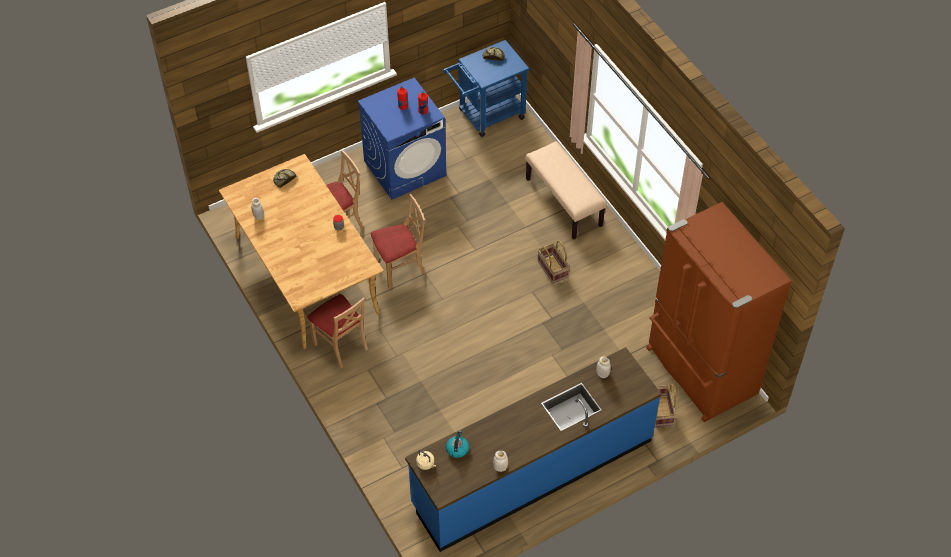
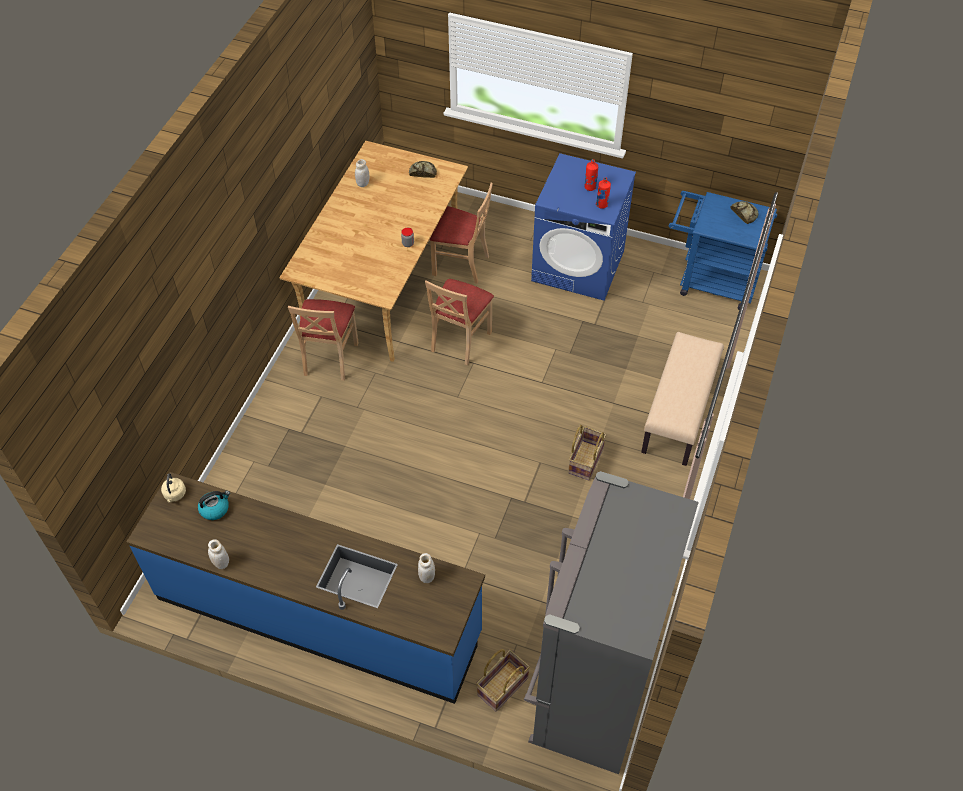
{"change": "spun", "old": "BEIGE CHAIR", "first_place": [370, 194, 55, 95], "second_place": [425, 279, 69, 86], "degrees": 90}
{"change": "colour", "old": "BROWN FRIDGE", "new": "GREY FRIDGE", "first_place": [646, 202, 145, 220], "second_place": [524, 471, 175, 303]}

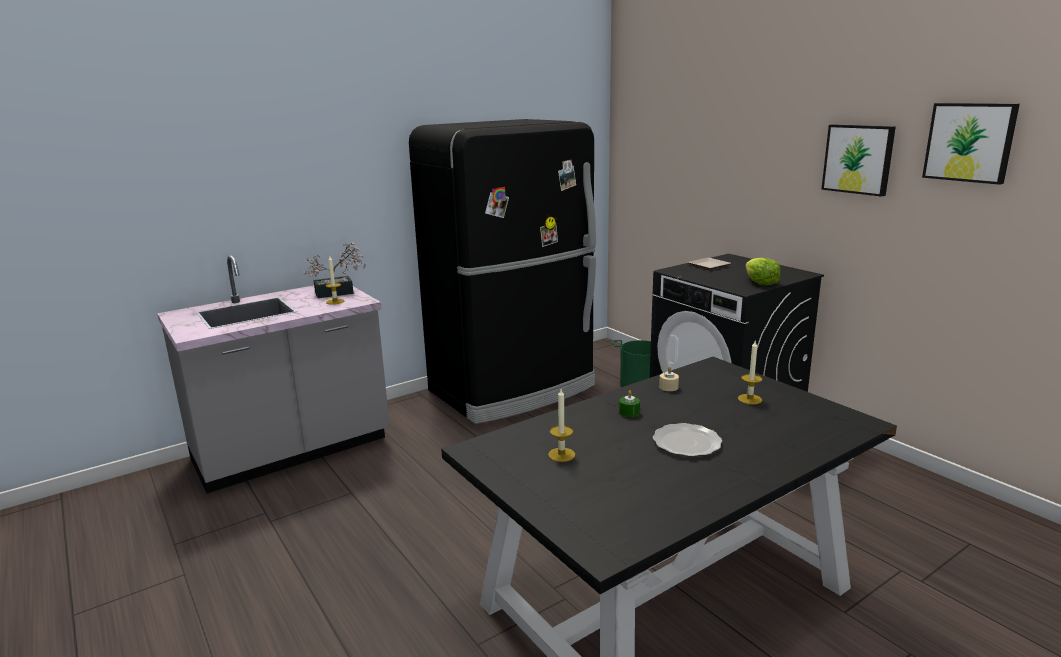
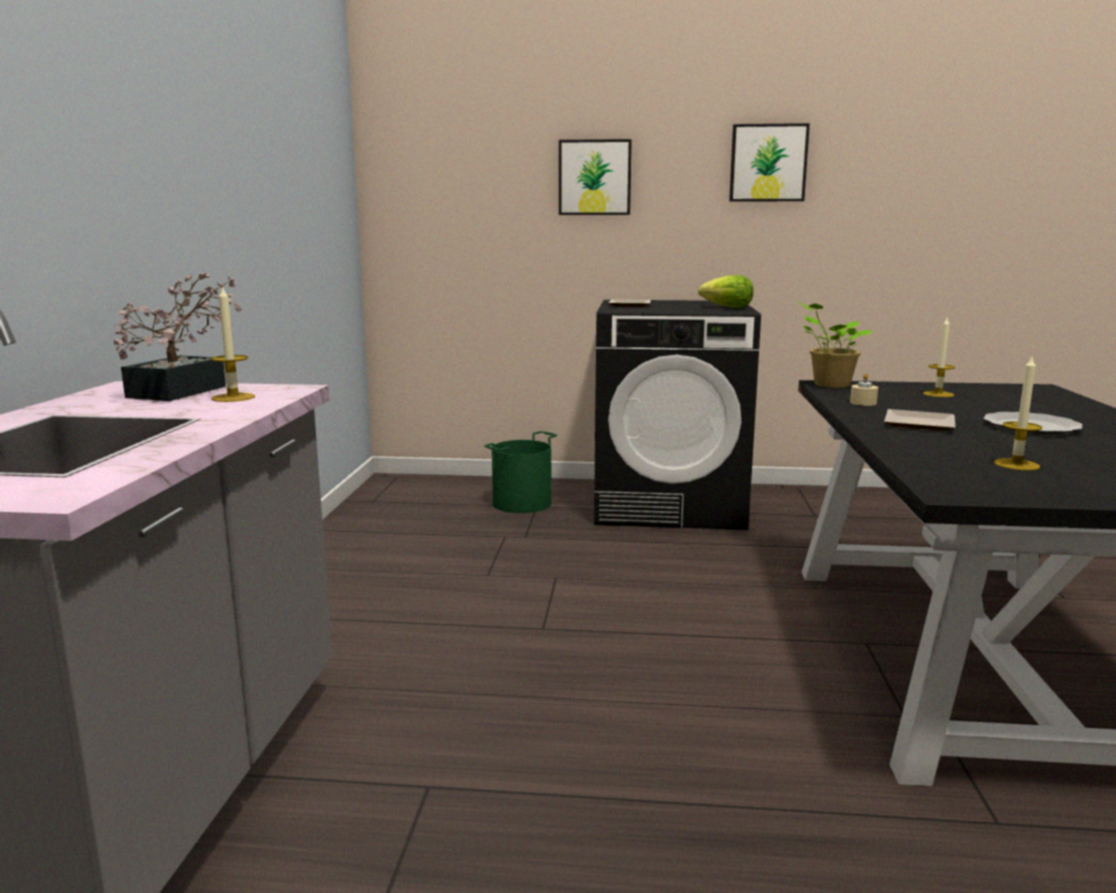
{"change": "relocated", "old": "PICTURE", "first_place": [922, 103, 98, 82], "second_place": [559, 139, 73, 76]}
{"change": "appeared", "new": "POTTED PLANT", "second_place": [796, 301, 76, 87]}
{"change": "exchanged", "old": "GREEN CANDLE", "new": "PLATE", "first_place": [619, 390, 21, 27], "second_place": [884, 409, 72, 22]}
{"change": "missing", "old": "BLACK FRIDGE", "first_place": [409, 119, 187, 305]}

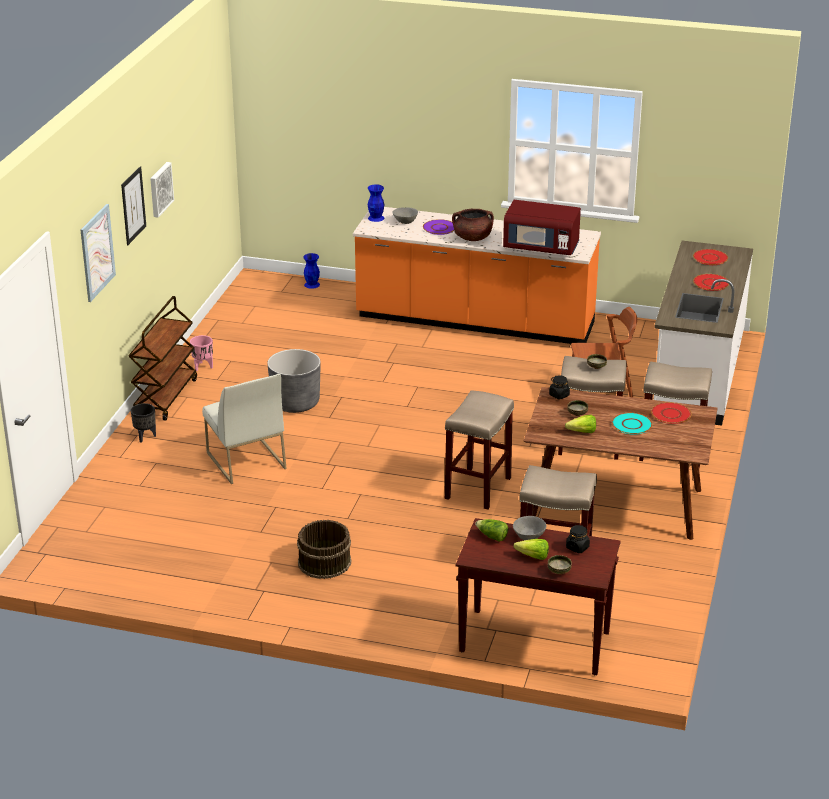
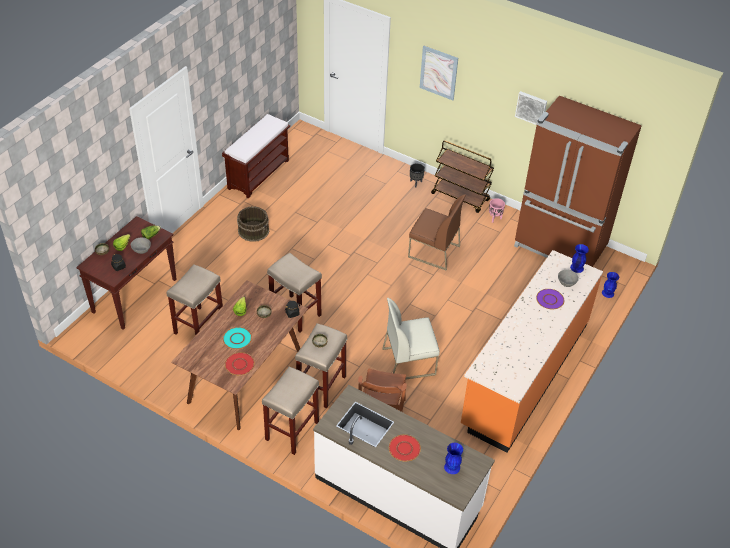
{"change": "appeared", "new": "BROWN BENCH", "second_place": [222, 114, 68, 85]}
{"change": "relocated", "old": "WHITE CHAIR", "first_place": [202, 374, 85, 110], "second_place": [382, 298, 58, 82]}
{"change": "exchanged", "old": "GREY PLANTER", "new": "BROWN CHAIR", "first_place": [267, 349, 54, 64], "second_place": [408, 195, 58, 75]}
{"change": "exchanged", "old": "RED PLATE", "new": "BLUE VASE", "first_place": [693, 249, 35, 16], "second_place": [444, 443, 19, 31]}
{"change": "appeared", "new": "BROWN FRIDGE", "second_place": [514, 96, 128, 171]}
{"change": "missing", "old": "PICTURE", "first_place": [121, 167, 25, 78]}
{"change": "missing", "old": "BROWN COOKING POT", "first_place": [452, 209, 42, 32]}
{"change": "missing", "old": "RED MICROWAVE", "first_place": [503, 200, 78, 55]}

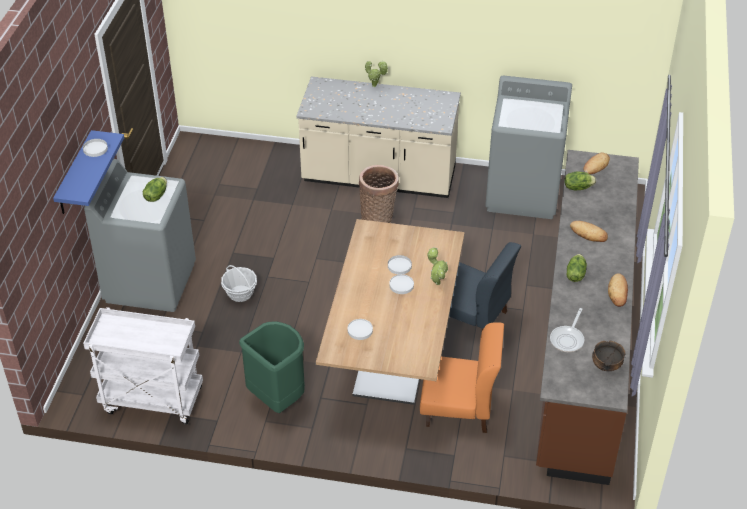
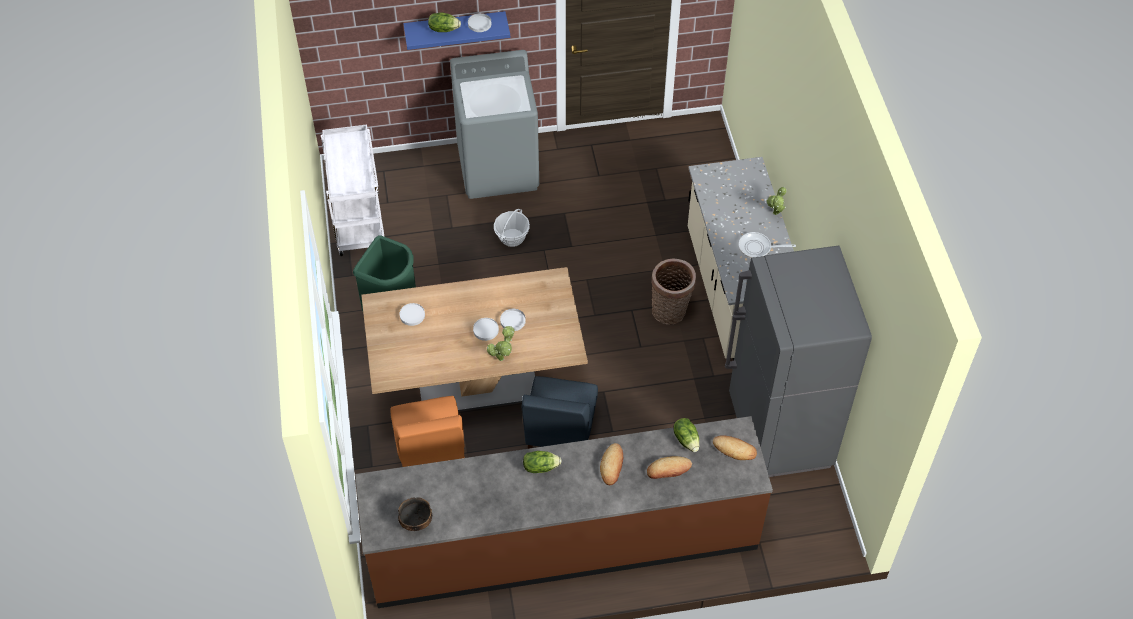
{"change": "relocated", "old": "LETTUCE", "first_place": [143, 177, 24, 25], "second_place": [428, 12, 33, 20]}
{"change": "relocated", "old": "BREAD", "first_place": [608, 273, 20, 34], "second_place": [647, 456, 45, 23]}
{"change": "exchanged", "old": "GREY WASHING MACHINE", "new": "GREY FRIDGE", "first_place": [485, 76, 87, 143], "second_place": [725, 245, 147, 232]}
{"change": "relocated", "old": "FRYING PAN", "first_place": [550, 308, 34, 44], "second_place": [739, 232, 57, 26]}

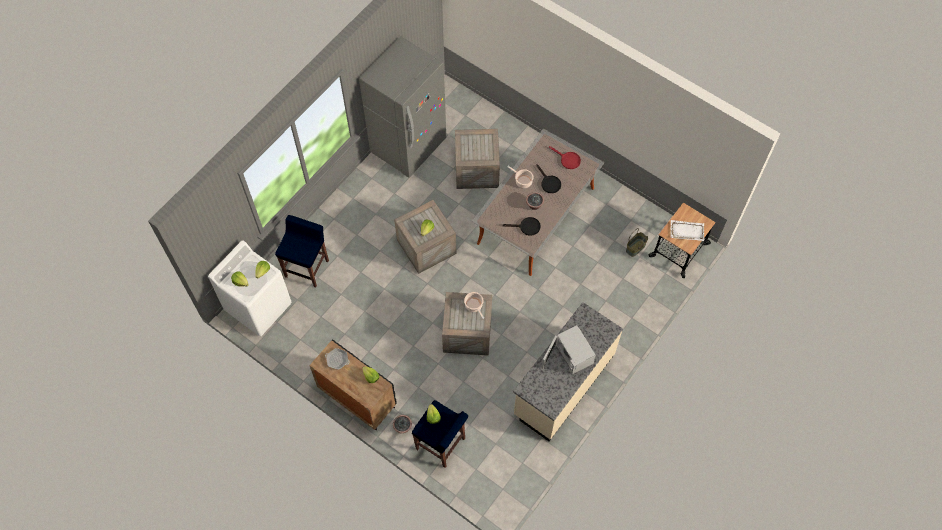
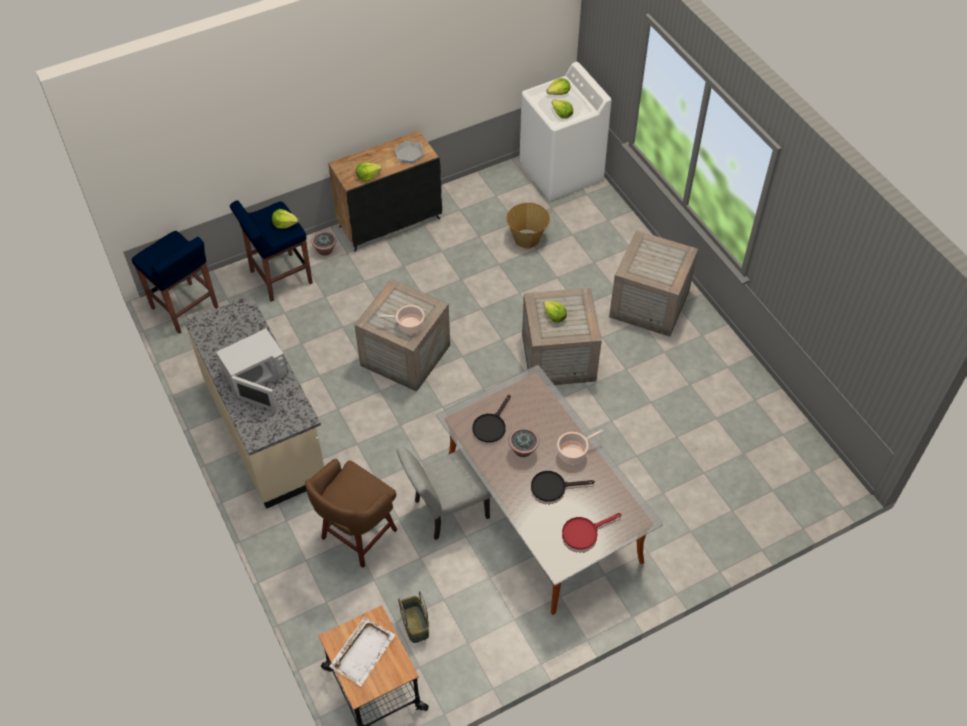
{"change": "relocated", "old": "BLUE STOOL", "first_place": [275, 215, 54, 73], "second_place": [131, 231, 87, 103]}
{"change": "spun", "old": "WHITE MICROWAVE", "first_place": [541, 325, 55, 49], "second_place": [216, 328, 72, 84], "degrees": 150}
{"change": "appeared", "new": "BROWN STOOL", "second_place": [305, 459, 92, 109]}
{"change": "appeared", "new": "GREY CHAIR", "second_place": [397, 447, 95, 93]}
{"change": "appeared", "new": "BASKET", "second_place": [507, 203, 43, 45]}
{"change": "relocated", "old": "CRATE", "first_place": [455, 129, 45, 60], "second_place": [609, 230, 89, 107]}
{"change": "missing", "old": "GREY FRIDGE", "first_place": [359, 36, 87, 142]}

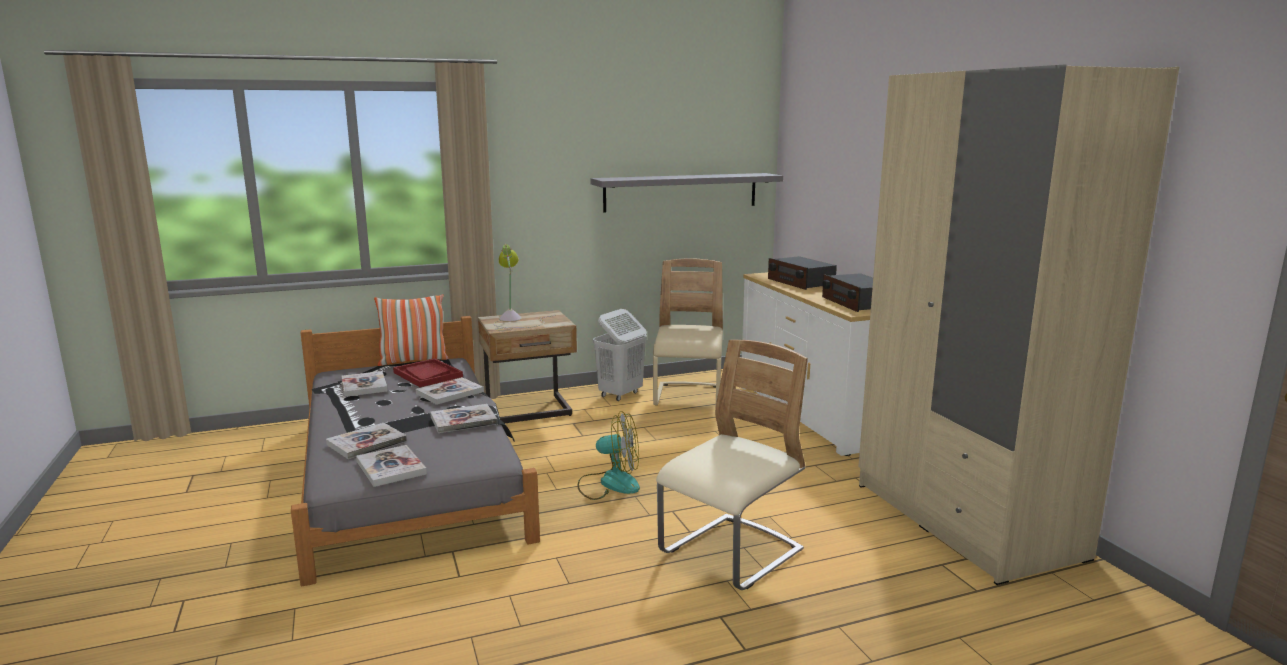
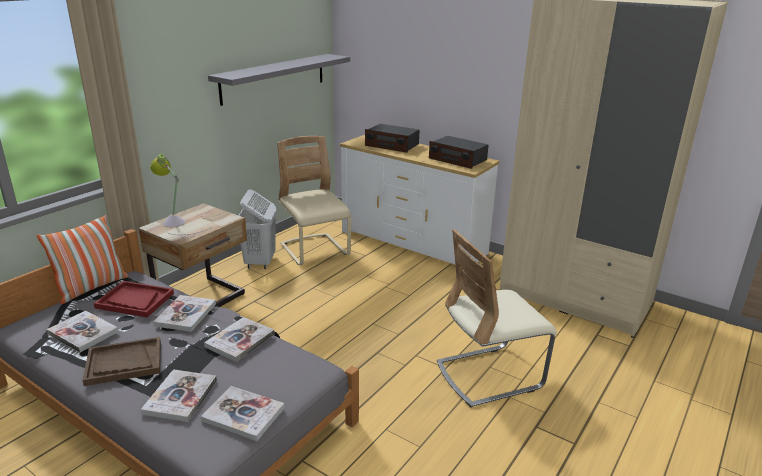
{"change": "appeared", "new": "BROWN TRAY", "second_place": [82, 337, 79, 49]}
{"change": "spun", "old": "BEIGE CHAIR", "first_place": [656, 340, 152, 250], "second_place": [437, 229, 120, 179], "degrees": -120}
{"change": "missing", "old": "FAN", "first_place": [577, 411, 63, 89]}

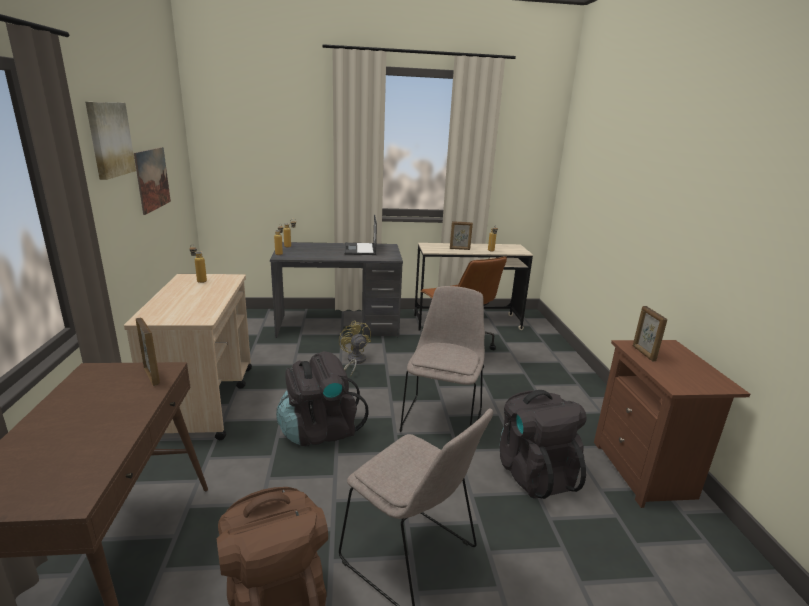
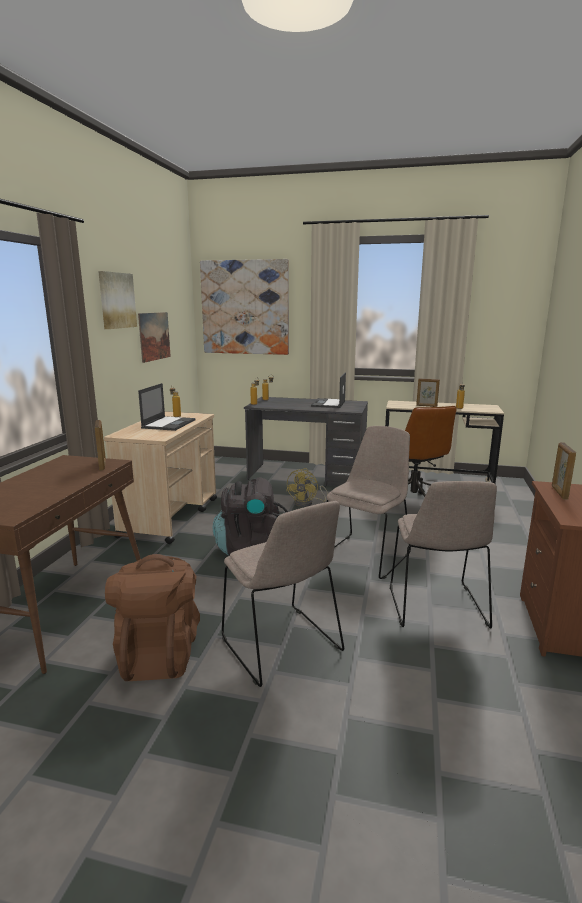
{"change": "appeared", "new": "LAPTOP", "second_place": [138, 383, 57, 48]}
{"change": "appeared", "new": "PICTURE", "second_place": [200, 259, 89, 96]}
{"change": "spun", "old": "YELLOW FAN", "first_place": [339, 321, 32, 55], "second_place": [286, 468, 42, 39], "degrees": -150}
{"change": "exchanged", "old": "BLACK BACKPACK", "new": "BEIGE CHAIR", "first_place": [500, 390, 86, 109], "second_place": [390, 481, 107, 147]}

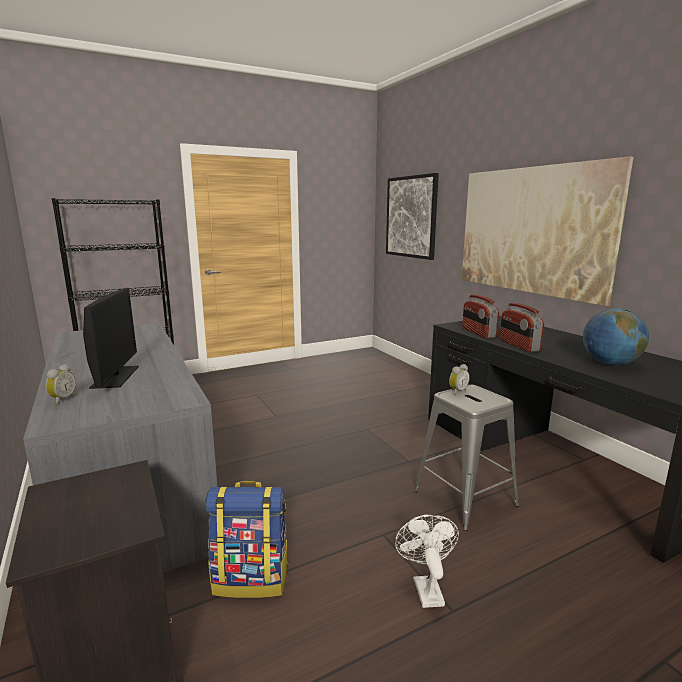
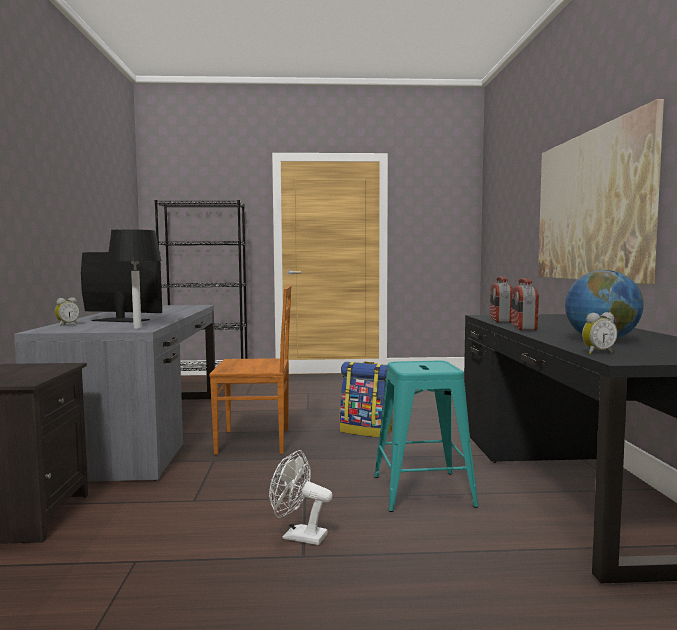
{"change": "spun", "old": "MONITOR", "first_place": [83, 288, 56, 101], "second_place": [81, 252, 81, 70], "degrees": -90}
{"change": "appeared", "new": "TABLE LAMP", "second_place": [107, 229, 55, 100]}
{"change": "appeared", "new": "BROWN CHAIR", "second_place": [209, 285, 82, 170]}
{"change": "spun", "old": "WHITE FAN", "first_place": [395, 515, 64, 93], "second_place": [269, 450, 64, 95], "degrees": -90}
{"change": "relocated", "old": "BACKPACK", "first_place": [205, 481, 84, 117], "second_place": [340, 362, 52, 76]}
{"change": "colour", "old": "GREY STOOL", "new": "TURQUOISE STOOL", "first_place": [414, 385, 105, 146], "second_place": [374, 361, 105, 151]}
{"change": "relocated", "old": "ALARM CLOCK", "first_place": [449, 364, 21, 30], "second_place": [582, 312, 35, 42]}
{"change": "missing", "old": "PICTURE", "first_place": [386, 173, 53, 87]}

